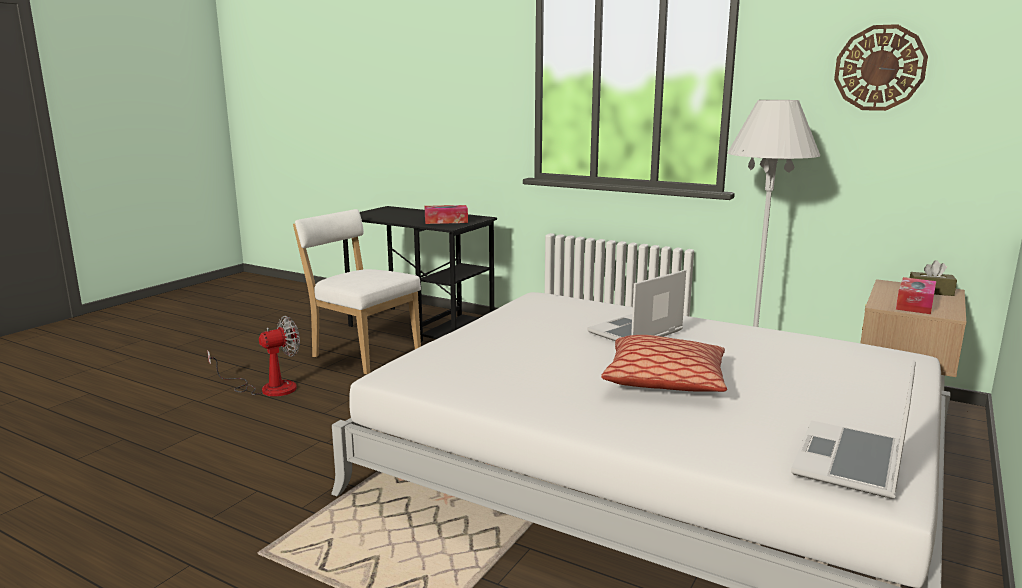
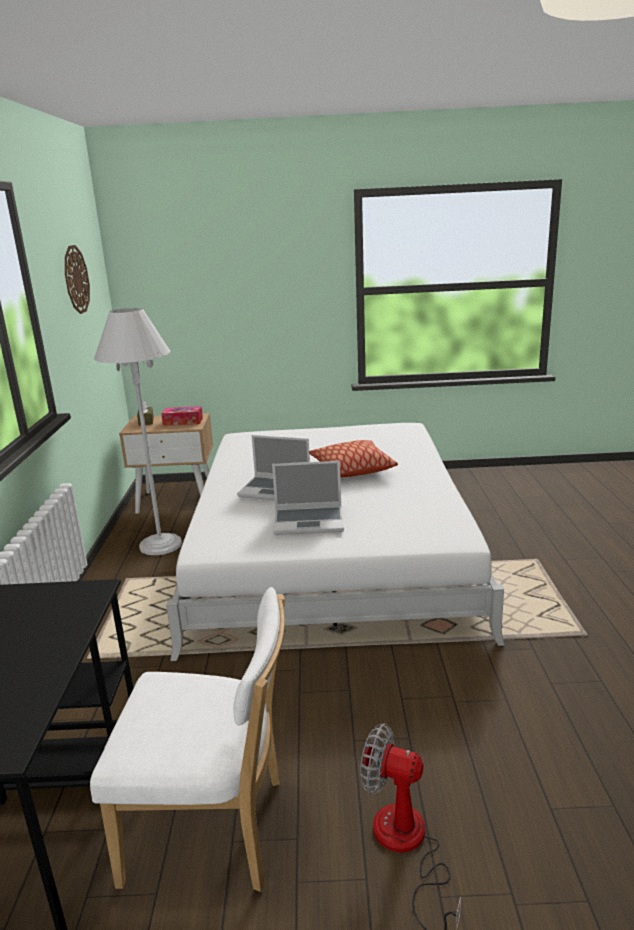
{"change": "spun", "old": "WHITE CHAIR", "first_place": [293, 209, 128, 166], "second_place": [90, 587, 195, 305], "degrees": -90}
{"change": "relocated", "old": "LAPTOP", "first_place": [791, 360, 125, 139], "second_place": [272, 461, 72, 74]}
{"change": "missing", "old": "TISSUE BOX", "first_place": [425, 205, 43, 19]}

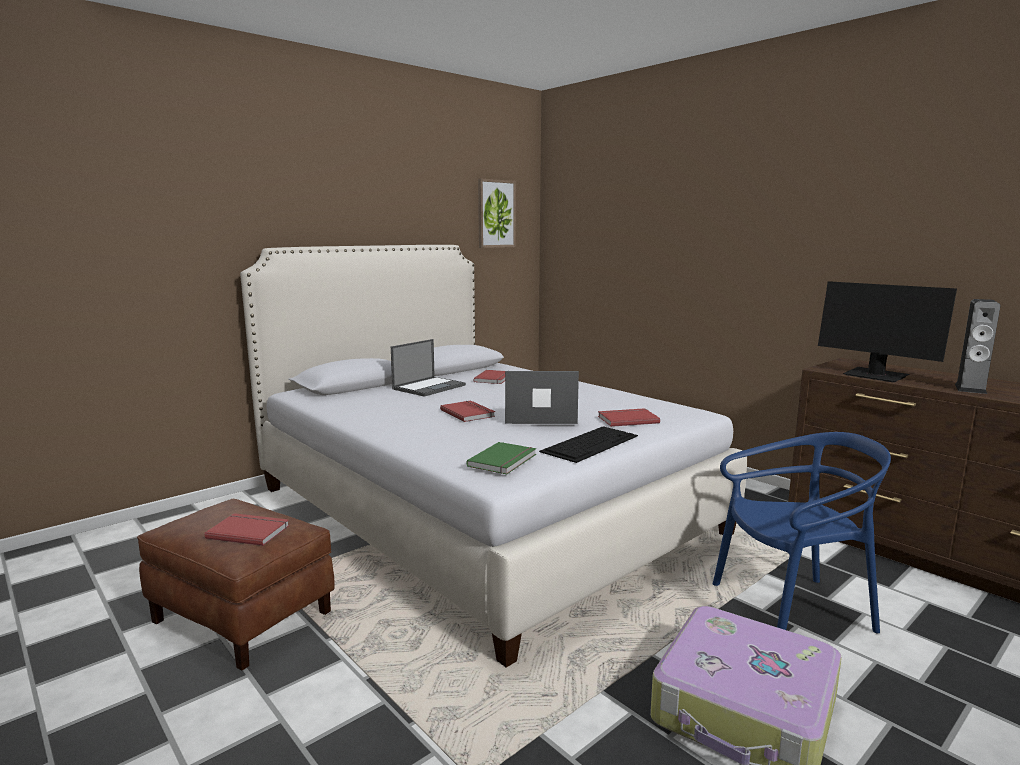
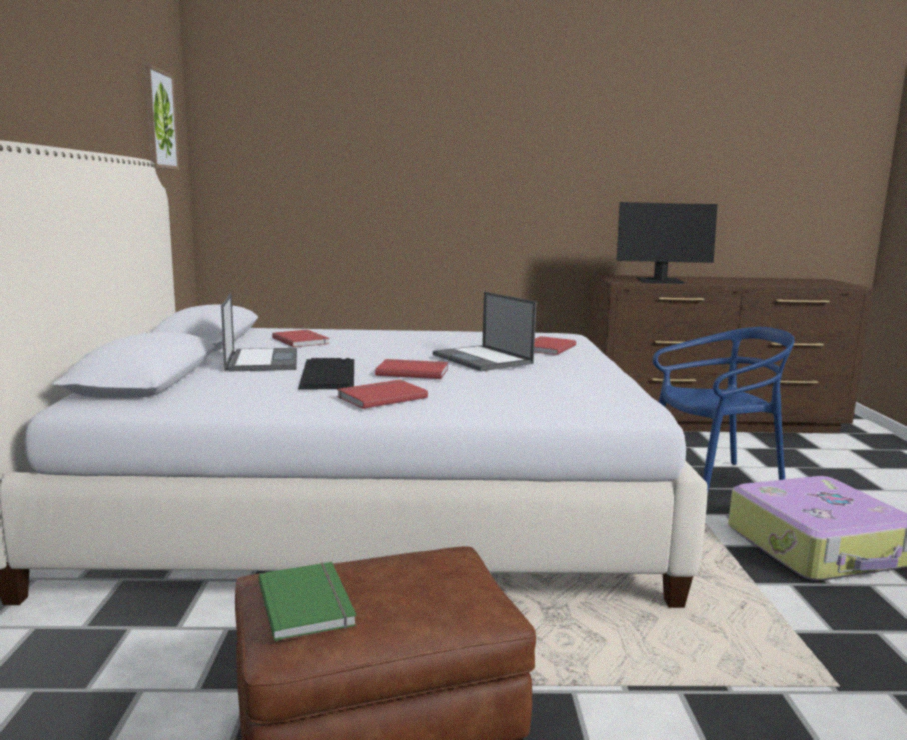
{"change": "relocated", "old": "GREEN BOOK", "first_place": [466, 442, 70, 32], "second_place": [258, 562, 99, 79]}
{"change": "relocated", "old": "KEYBOARD", "first_place": [539, 426, 99, 37], "second_place": [298, 358, 56, 32]}
{"change": "relocated", "old": "RED BOOK", "first_place": [205, 513, 84, 33], "second_place": [337, 380, 91, 29]}
{"change": "spun", "old": "LAPTOP", "first_place": [505, 371, 74, 53], "second_place": [433, 292, 104, 79], "degrees": -75}
{"change": "spun", "old": "BLUE CHAIR", "first_place": [712, 432, 179, 201], "second_place": [653, 327, 142, 168], "degrees": 45}
{"change": "missing", "old": "SPEAKER", "first_place": [955, 299, 45, 95]}

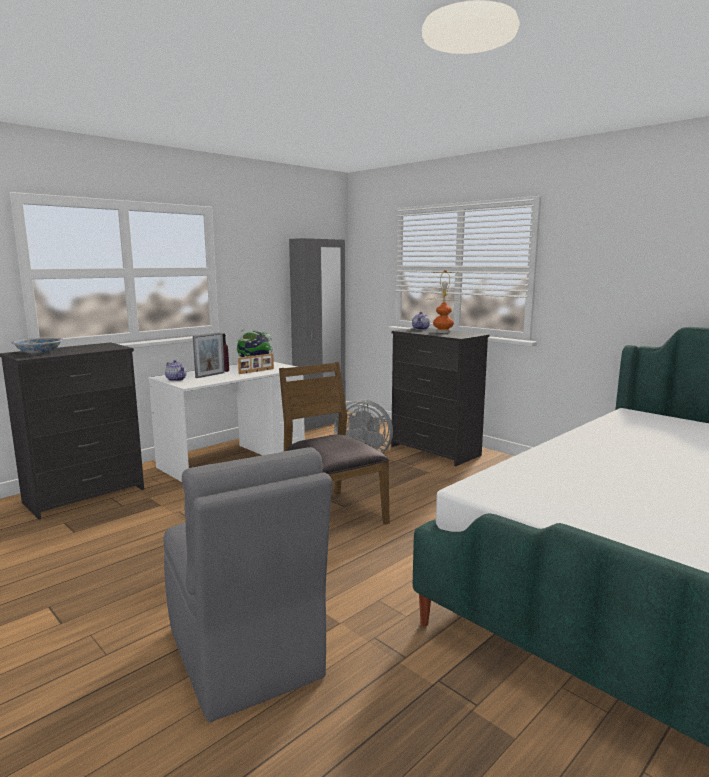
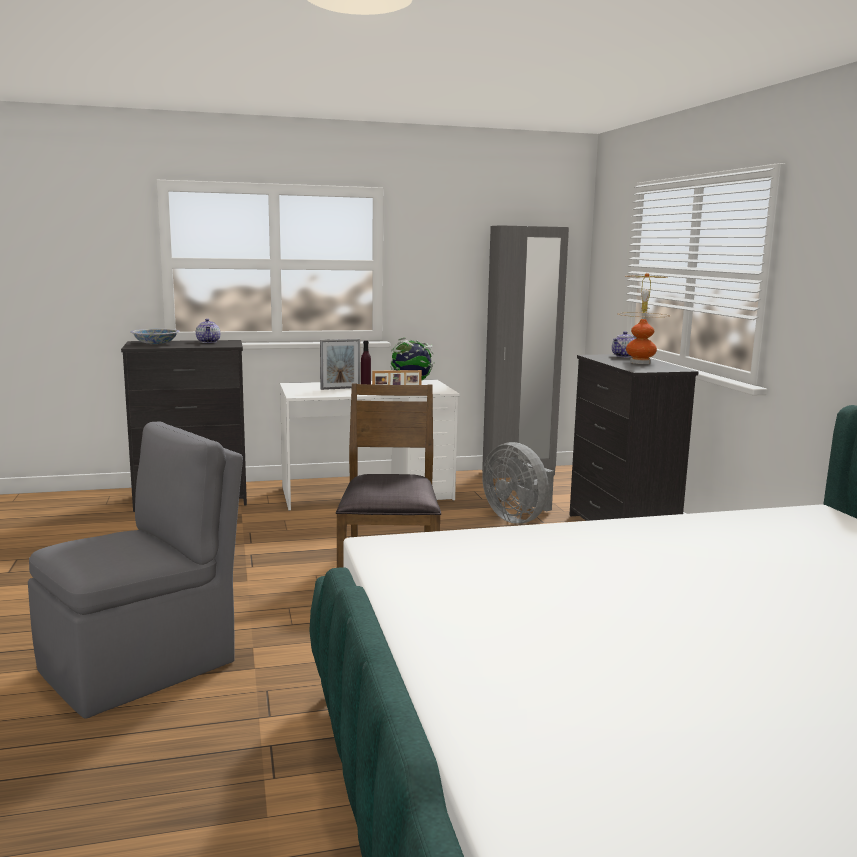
{"change": "spun", "old": "GREY CHAIR", "first_place": [163, 447, 169, 275], "second_place": [28, 422, 215, 296], "degrees": -135}
{"change": "relocated", "old": "TEAPOT", "first_place": [165, 360, 22, 21], "second_place": [196, 319, 24, 24]}

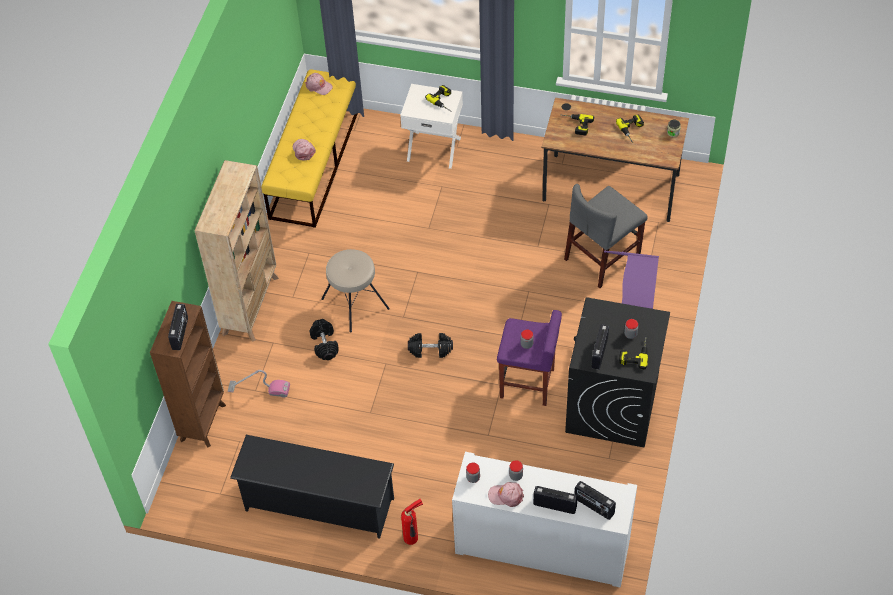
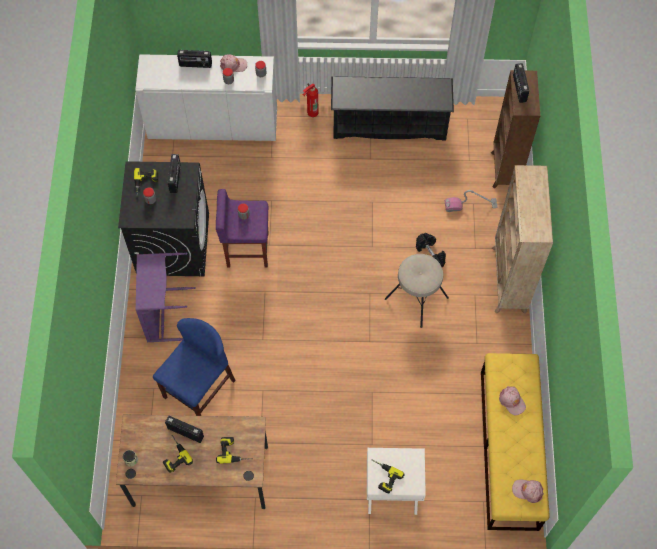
{"change": "colour", "old": "GREY CHAIR", "new": "BLUE CHAIR", "first_place": [564, 184, 84, 104], "second_place": [153, 318, 83, 98]}
{"change": "relocated", "old": "RADIO", "first_place": [574, 481, 42, 39], "second_place": [165, 416, 39, 27]}
{"change": "missing", "old": "BLACK DUMBBELL", "first_place": [408, 333, 45, 25]}

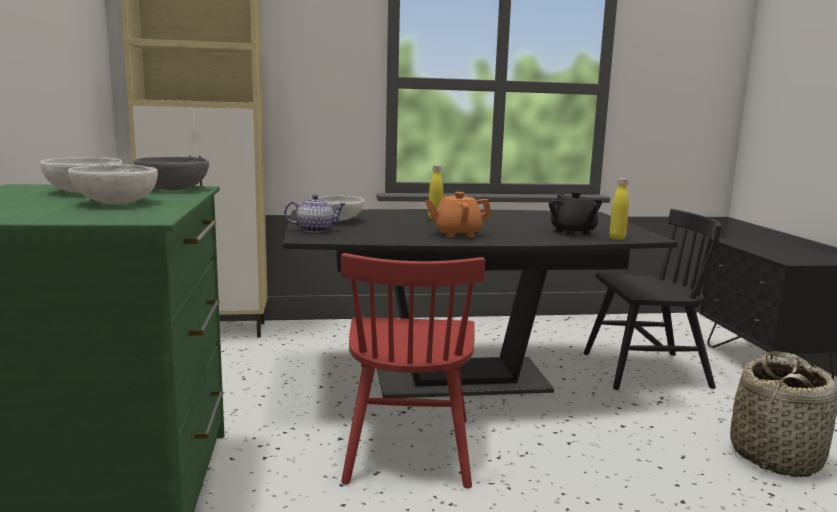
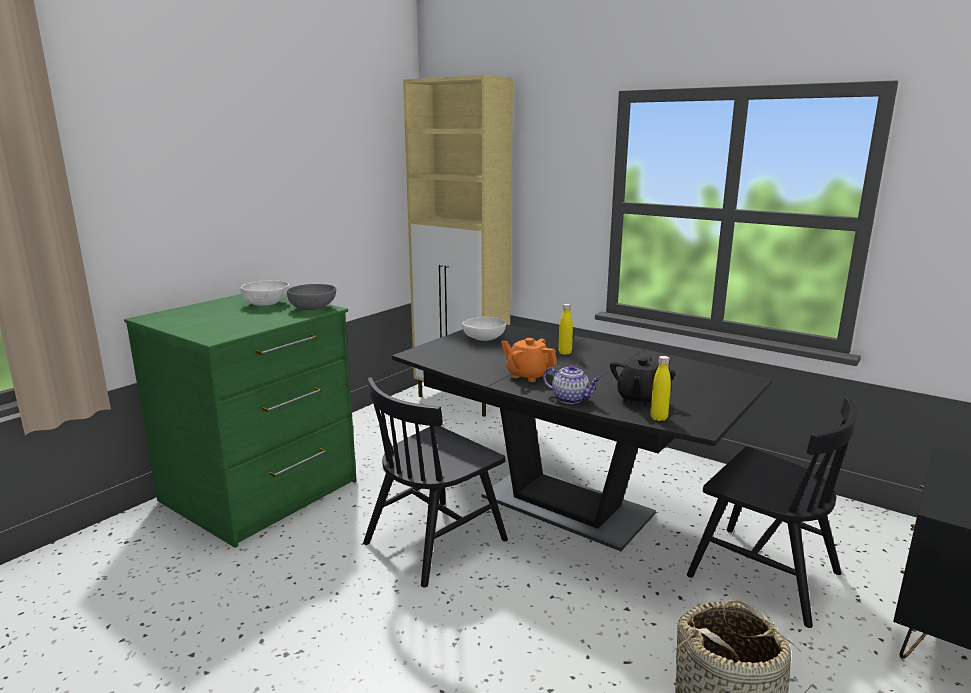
{"change": "colour", "old": "RED CHAIR", "new": "BLACK CHAIR", "first_place": [341, 253, 144, 236], "second_place": [363, 377, 145, 211]}
{"change": "relocated", "old": "TEAPOT", "first_place": [284, 194, 61, 39], "second_place": [543, 365, 58, 39]}
{"change": "missing", "old": "WHITE BOWL", "first_place": [68, 164, 90, 40]}

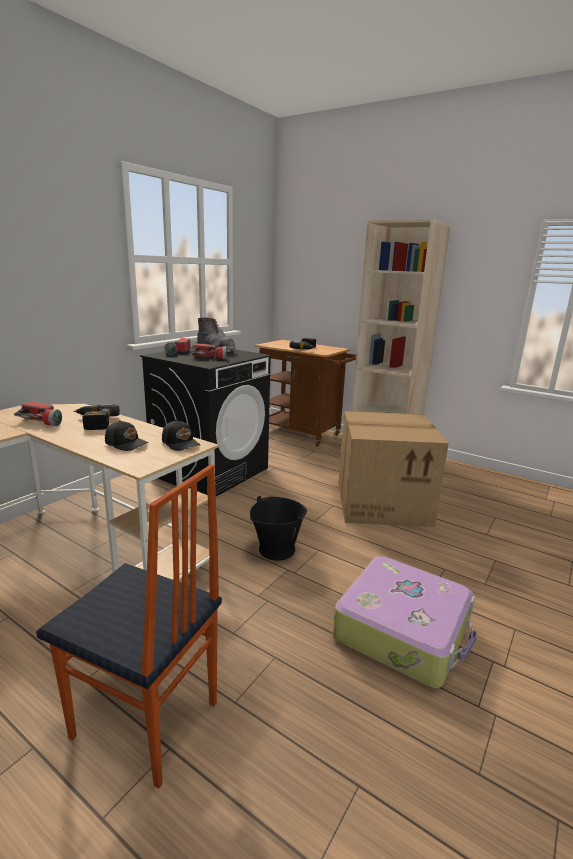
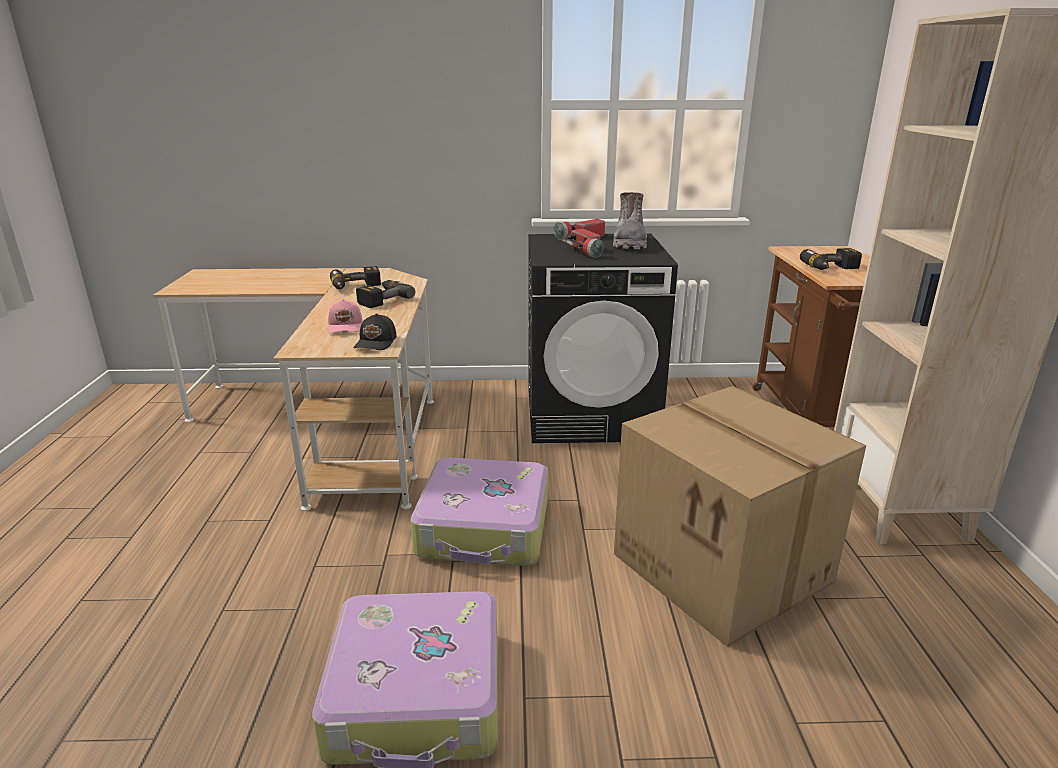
{"change": "colour", "old": "BLACK CAP", "new": "PINK CAP", "first_place": [105, 420, 44, 31], "second_place": [328, 299, 35, 34]}
{"change": "exchanged", "old": "FLASHLIGHT", "new": "POWER DRILL", "first_place": [14, 402, 48, 24], "second_place": [330, 266, 51, 23]}
{"change": "exchanged", "old": "BLACK BUCKET", "new": "SUITCASE", "first_place": [250, 496, 57, 64], "second_place": [410, 458, 138, 108]}
{"change": "missing", "old": "CHAIR", "first_place": [36, 464, 186, 325]}

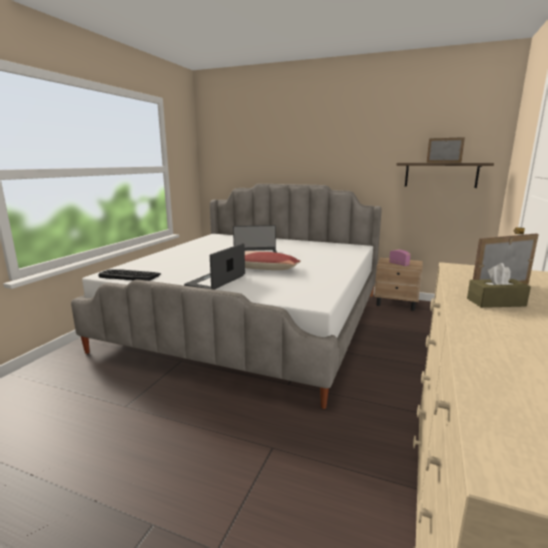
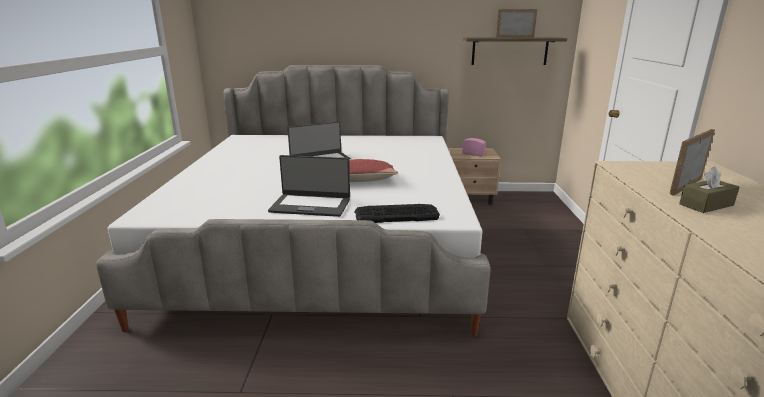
{"change": "spun", "old": "LAPTOP", "first_place": [184, 243, 61, 47], "second_place": [268, 155, 82, 62], "degrees": -90}
{"change": "relocated", "old": "KEYBOARD", "first_place": [98, 269, 63, 12], "second_place": [354, 204, 86, 19]}

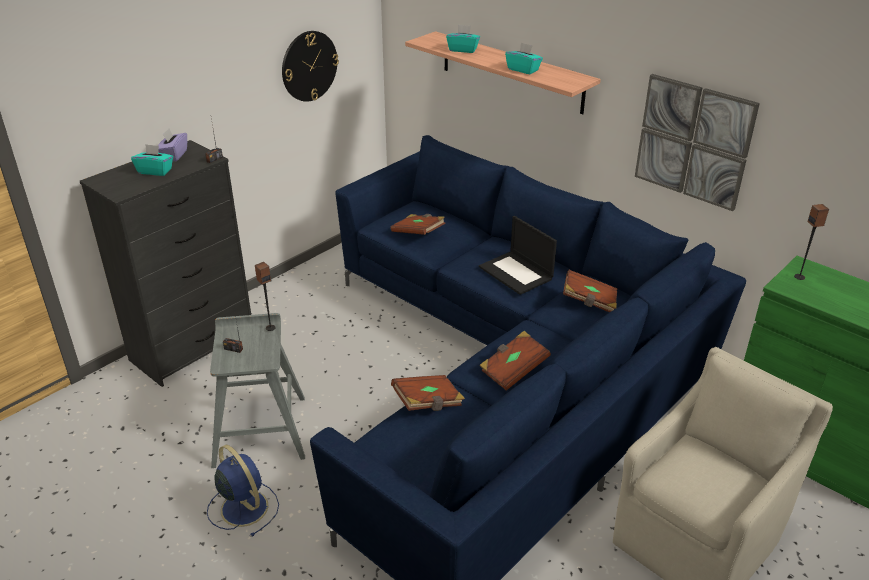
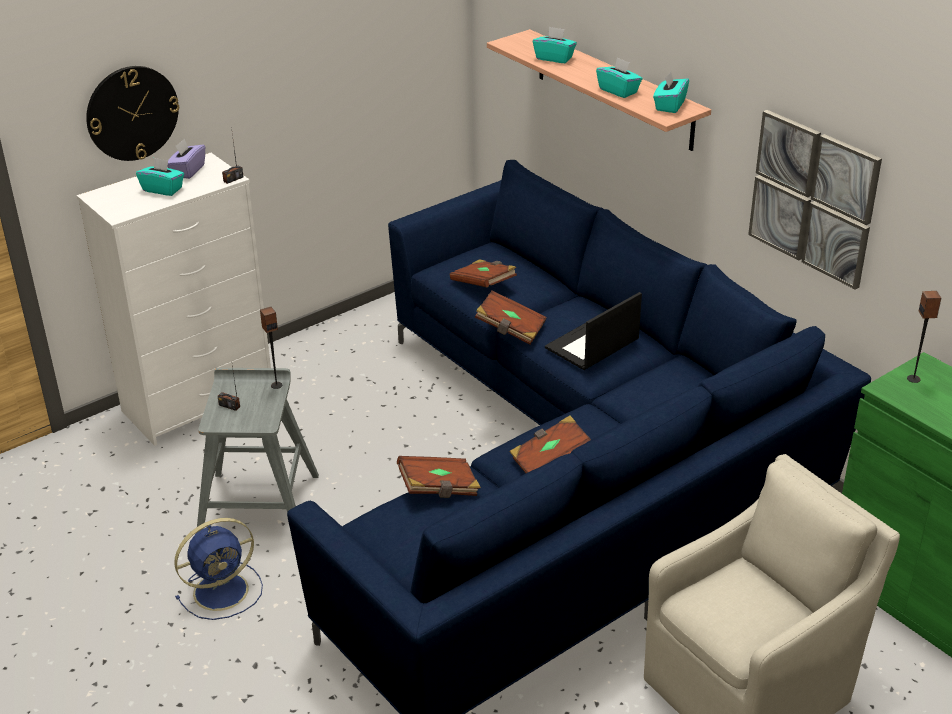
{"change": "colour", "old": "BLACK DRESSER", "new": "WHITE DRESSER", "first_place": [80, 140, 171, 247], "second_place": [77, 153, 194, 293]}
{"change": "relocated", "old": "WALL CLOCK", "first_place": [282, 31, 57, 71], "second_place": [86, 66, 93, 95]}
{"change": "spun", "old": "BLUE FAN", "first_place": [207, 445, 72, 92], "second_place": [174, 518, 89, 102], "degrees": 90}
{"change": "relocated", "old": "BROWN BOOK", "first_place": [563, 270, 54, 43], "second_place": [475, 291, 72, 54]}
{"change": "spun", "old": "LAPTOP", "first_place": [479, 216, 78, 79], "second_place": [545, 292, 97, 78], "degrees": 75}
{"change": "appeared", "new": "TURQUOISE TISSUE BOX", "second_place": [653, 72, 36, 41]}

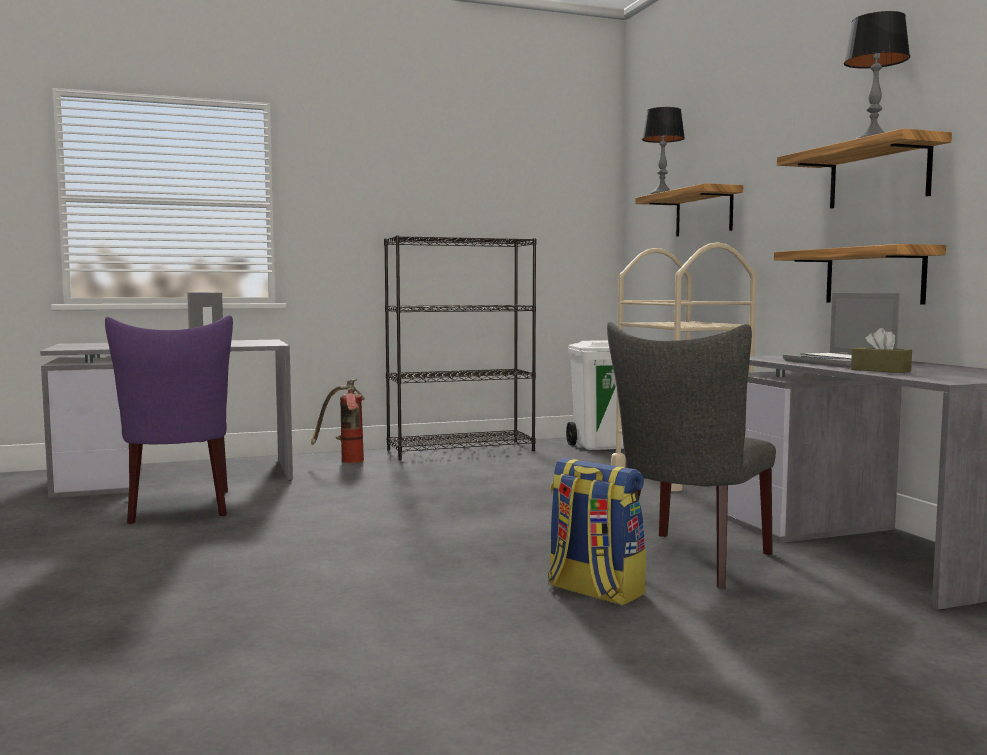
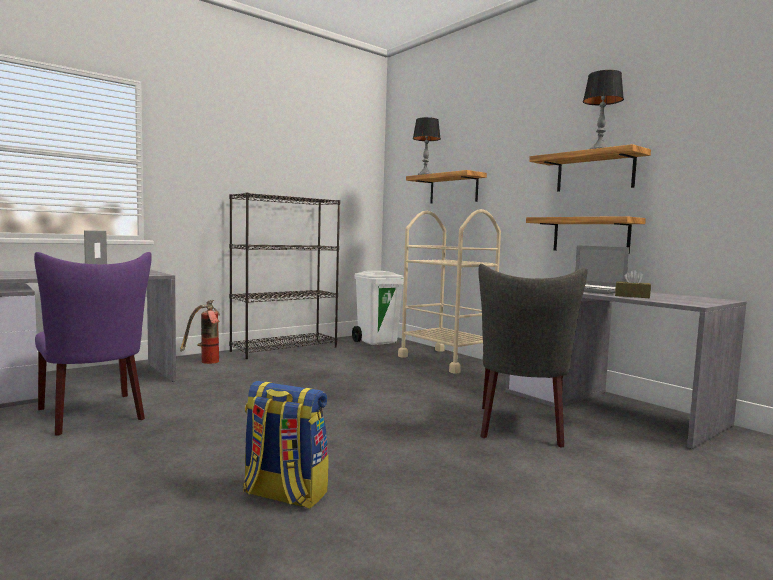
{"change": "relocated", "old": "BACKPACK", "first_place": [548, 458, 98, 147], "second_place": [243, 381, 86, 128]}

